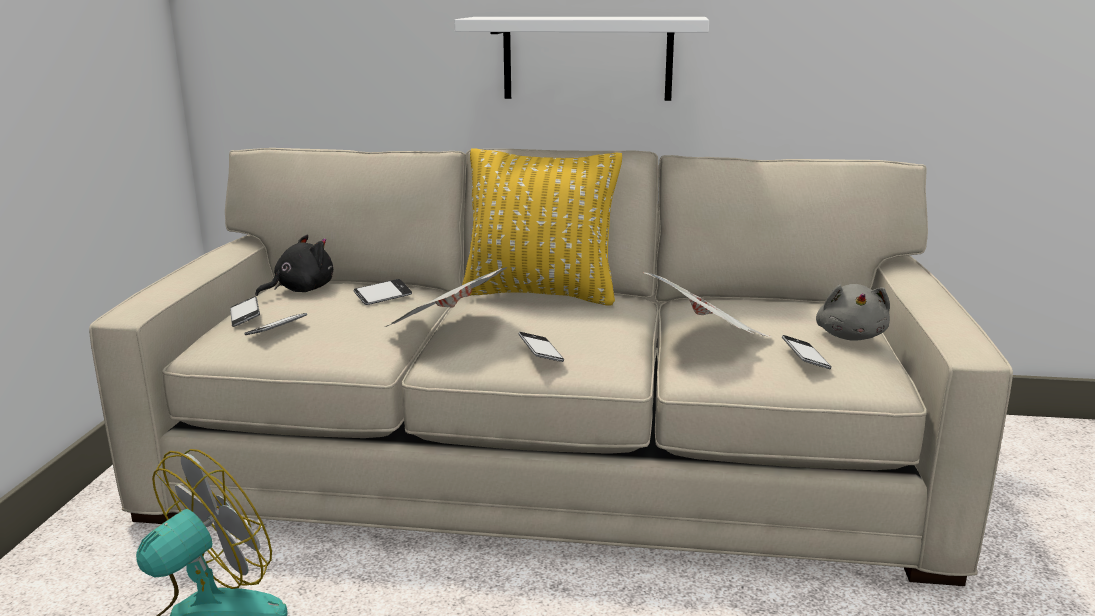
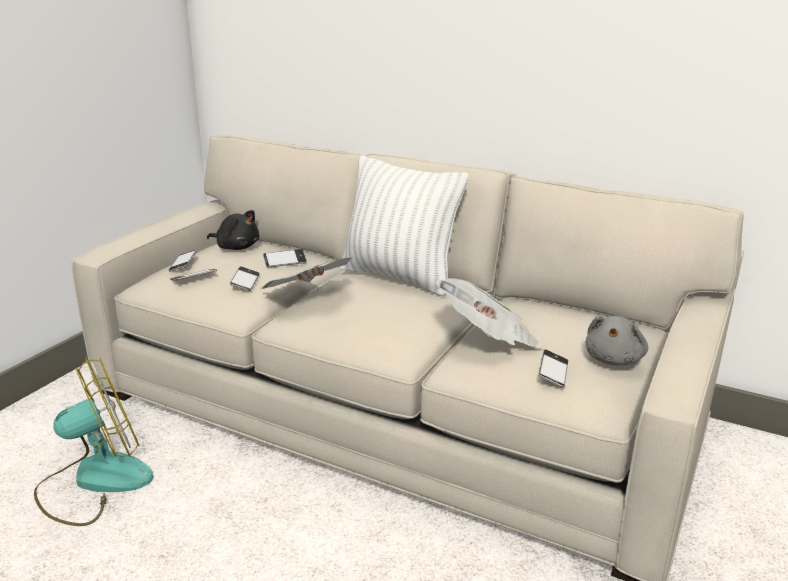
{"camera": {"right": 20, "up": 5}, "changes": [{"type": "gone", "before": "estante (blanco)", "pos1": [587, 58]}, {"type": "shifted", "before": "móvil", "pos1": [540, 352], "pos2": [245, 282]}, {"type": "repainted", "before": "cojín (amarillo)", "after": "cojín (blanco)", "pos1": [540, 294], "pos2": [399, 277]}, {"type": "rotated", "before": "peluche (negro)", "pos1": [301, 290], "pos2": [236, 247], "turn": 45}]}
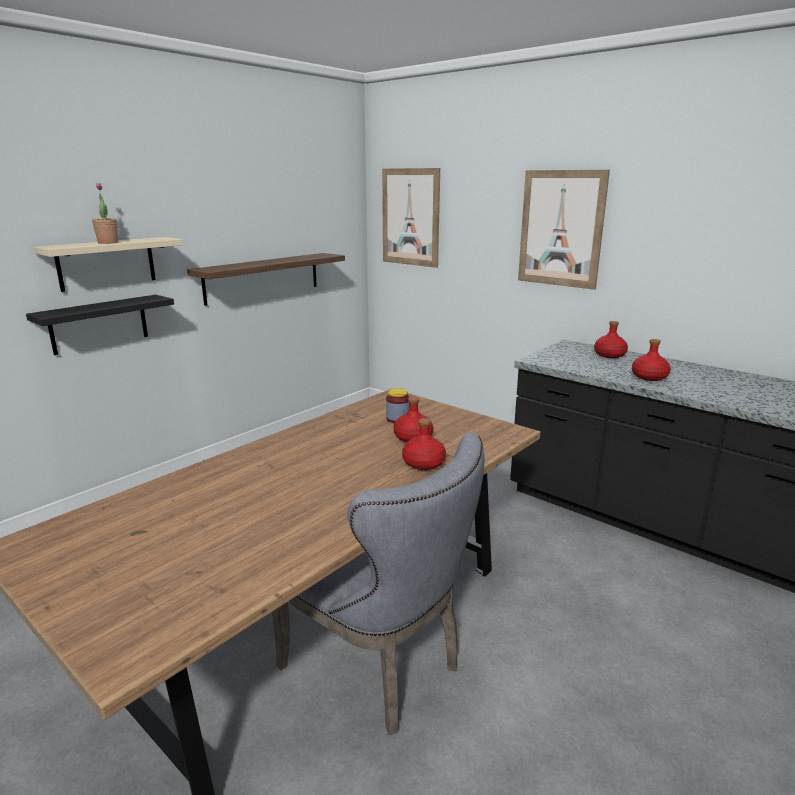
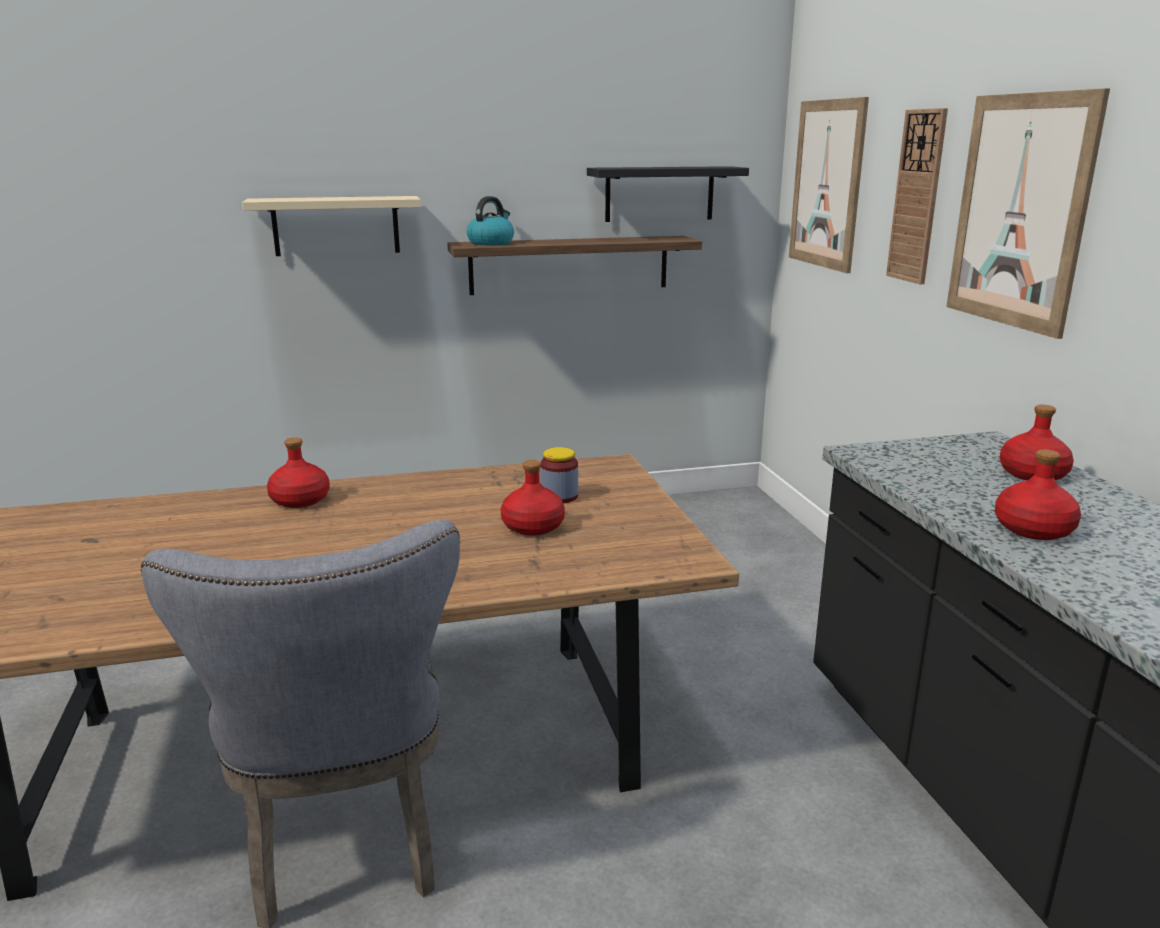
{"camera": {"right": 35, "up": 0}, "changes": [{"type": "gone", "before": "planta en maceta", "pos1": [108, 242]}, {"type": "new", "after": "hervidor", "pos2": [491, 243]}, {"type": "new", "after": "reloj de pared", "pos2": [917, 197]}, {"type": "shifted", "before": "estante (negro)", "pos1": [99, 324], "pos2": [659, 194]}, {"type": "shifted", "before": "botella (rojo)", "pos1": [424, 463], "pos2": [300, 500]}]}
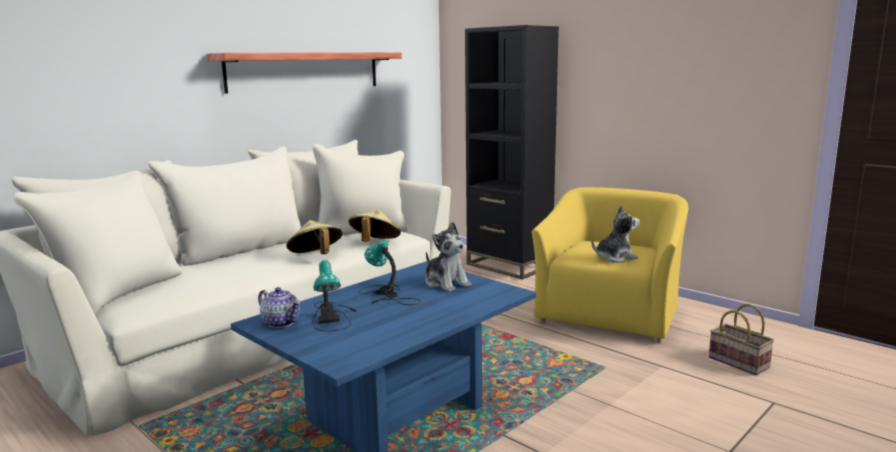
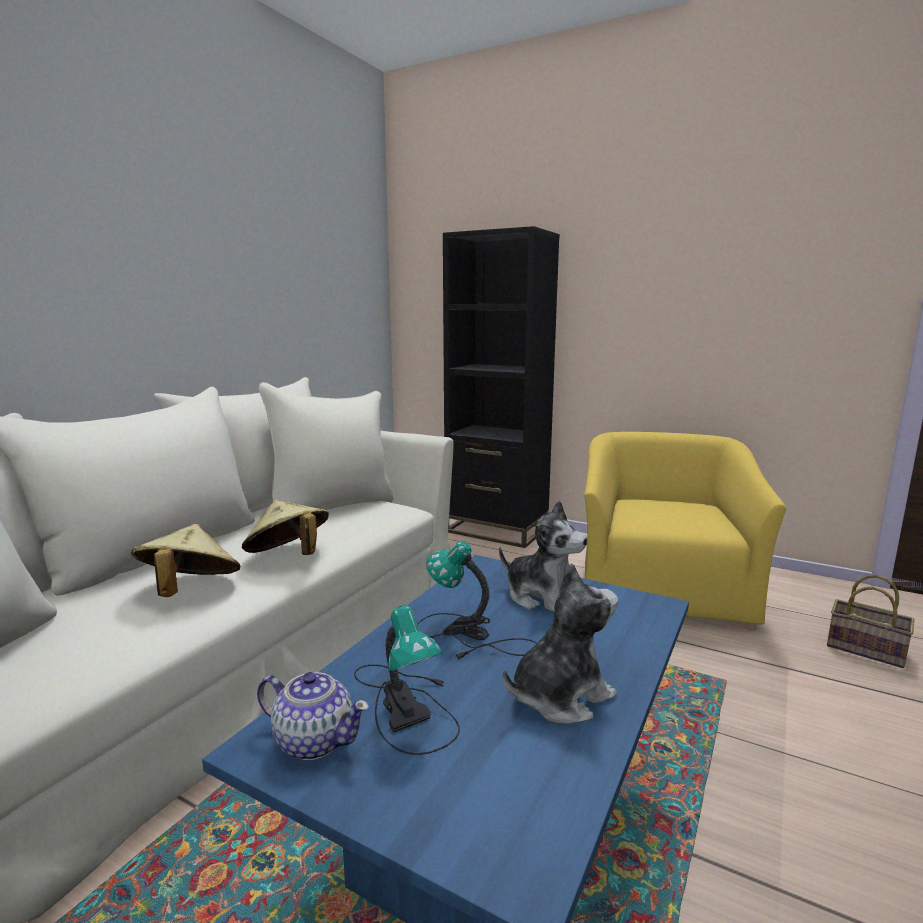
{"camera": {"right": -15, "up": 0}, "changes": [{"type": "gone", "before": "estante", "pos1": [305, 71]}, {"type": "shifted", "before": "sombrero (beis)", "pos1": [374, 243], "pos2": [189, 590]}, {"type": "shifted", "before": "peluche", "pos1": [615, 258], "pos2": [560, 696]}]}
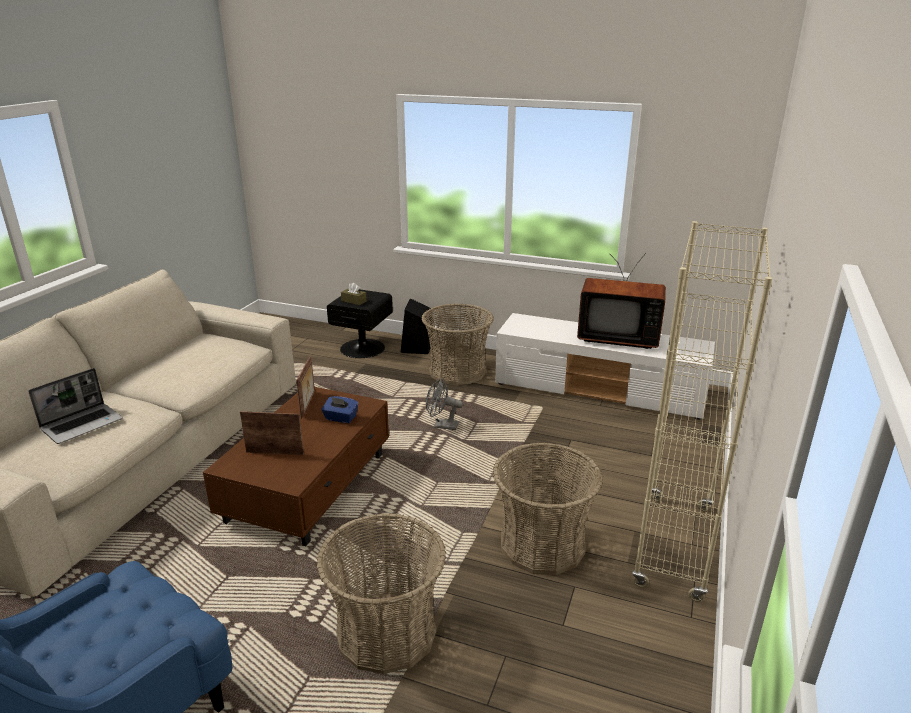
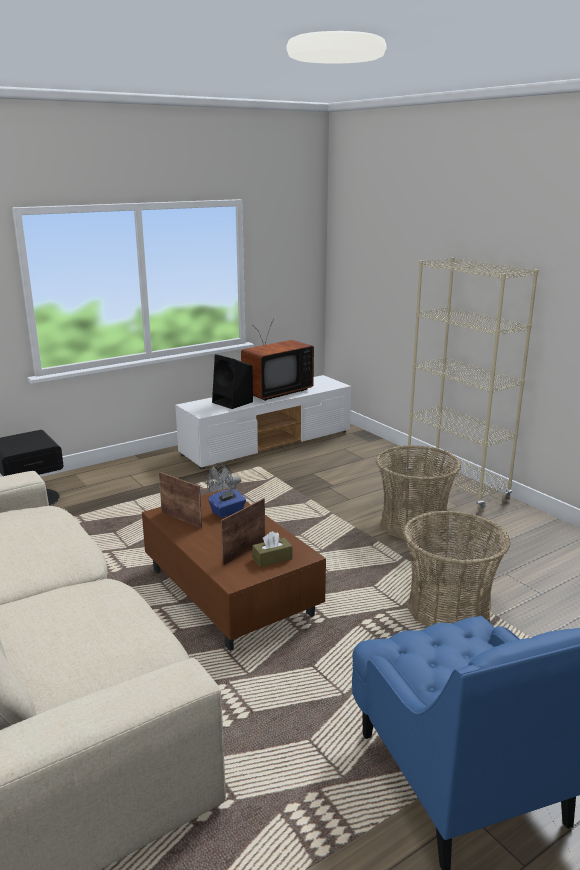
{"camera": {"right": -55, "up": -5}, "changes": [{"type": "gone", "before": "portátil", "pos1": [82, 424]}, {"type": "gone", "before": "cesta", "pos1": [457, 371]}, {"type": "shifted", "before": "caja de pañuelos (marrón)", "pos1": [354, 301], "pos2": [272, 559]}, {"type": "shifted", "before": "altavoz (negro)", "pos1": [417, 348], "pos2": [233, 402]}]}
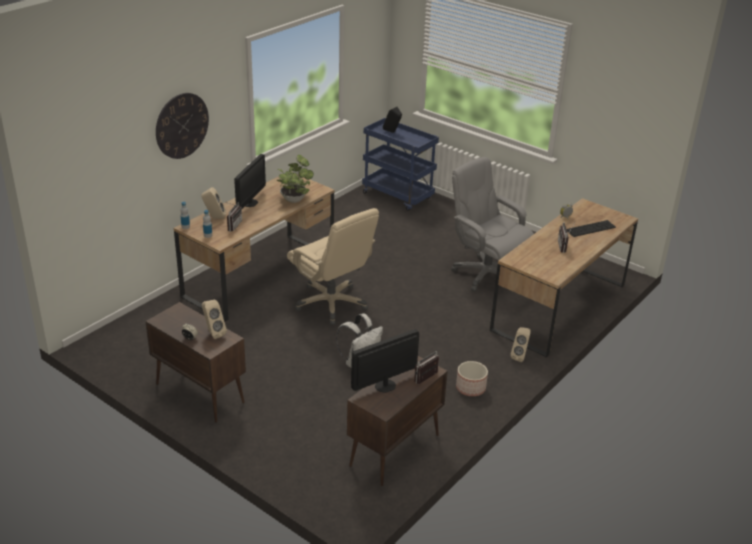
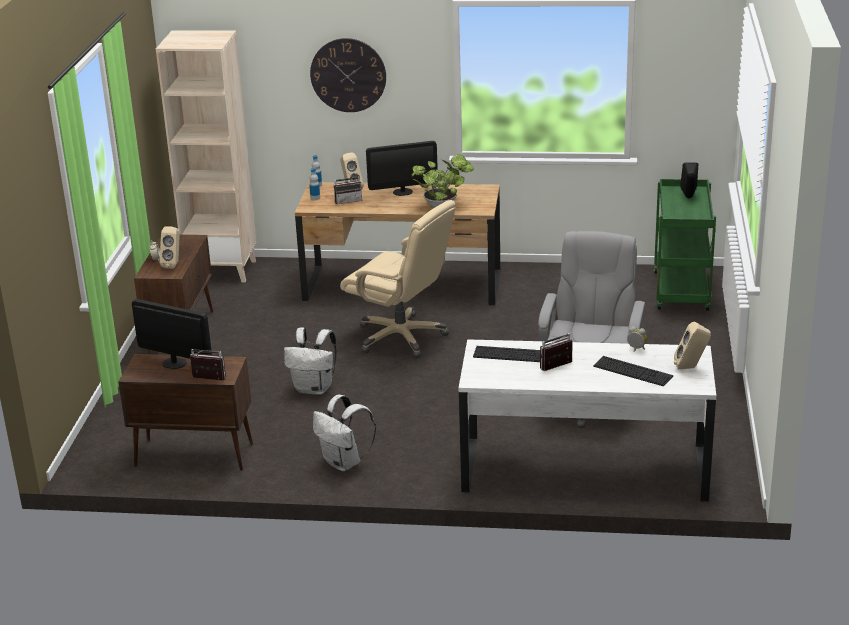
{"camera": {"right": 60, "up": -5}, "changes": [{"type": "new", "after": "estantería (beis)", "pos2": [222, 270]}, {"type": "new", "after": "teclado", "pos2": [512, 354]}, {"type": "shifted", "before": "altavoz (beis)", "pos1": [520, 356], "pos2": [691, 368]}, {"type": "swapped", "before": "maceta", "after": "mochila (blanco)", "pos1": [470, 388], "pos2": [344, 463]}, {"type": "repainted", "before": "carrito (azul)", "after": "carrito (verde)", "pos1": [398, 196], "pos2": [682, 293]}, {"type": "repainted", "before": "escritorio (marrón)", "after": "escritorio (blanco)", "pos1": [559, 307], "pos2": [584, 469]}, {"type": "rotated", "before": "silla de oficina (beis)", "pos1": [331, 303], "pos2": [402, 337], "turn": -75}]}
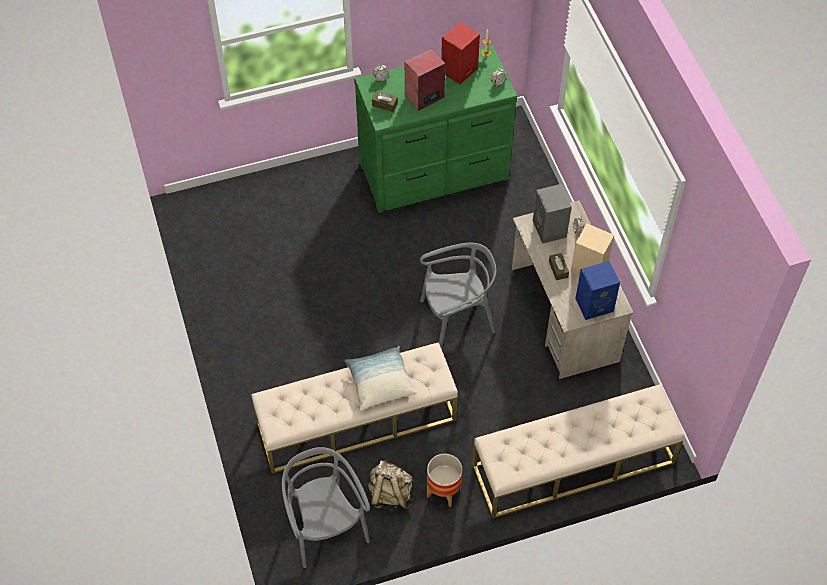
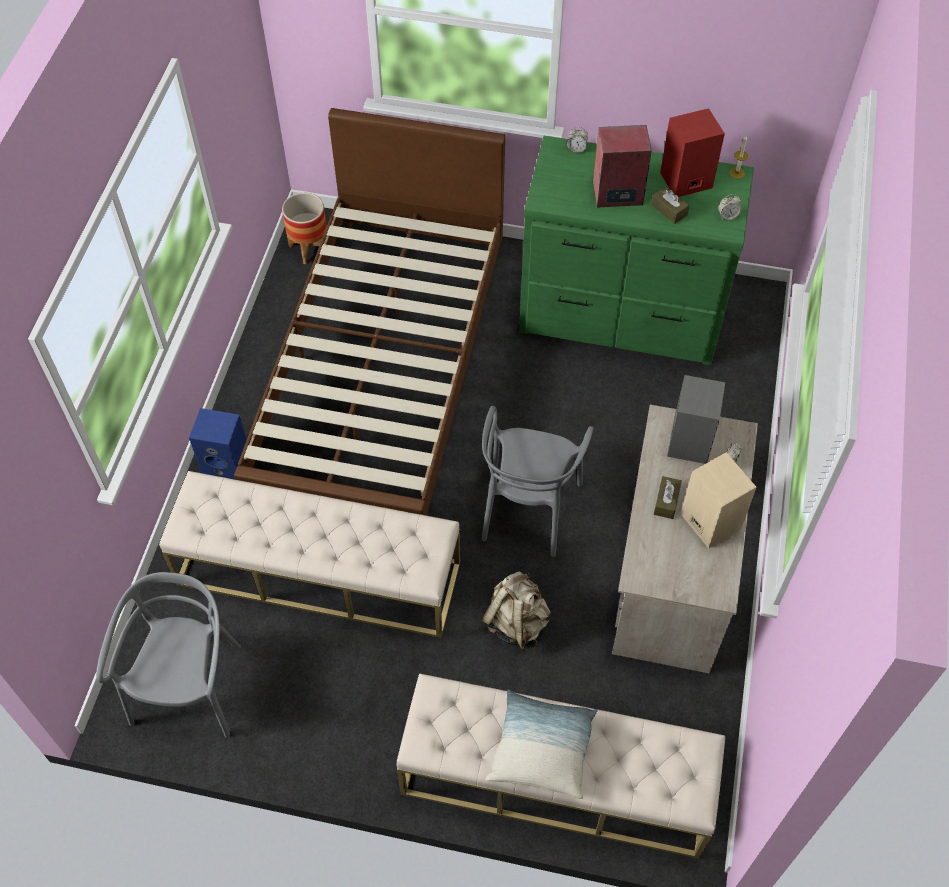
{"camera": {"right": 30, "up": 0}, "changes": [{"type": "new", "after": "cama (marrón)", "pos2": [382, 374]}, {"type": "shifted", "before": "cojín", "pos1": [380, 382], "pos2": [541, 750]}, {"type": "shifted", "before": "mochila (beis)", "pos1": [390, 494], "pos2": [516, 622]}, {"type": "shifted", "before": "caja de pañuelos (marrón)", "pos1": [384, 104], "pos2": [669, 210]}, {"type": "shifted", "before": "maceta", "pos1": [443, 491], "pos2": [309, 248]}, {"type": "shifted", "before": "altavoz (azul)", "pos1": [594, 304], "pos2": [227, 464]}, {"type": "rotated", "before": "silla (gris)", "pos1": [457, 319], "pos2": [528, 508], "turn": 90}]}
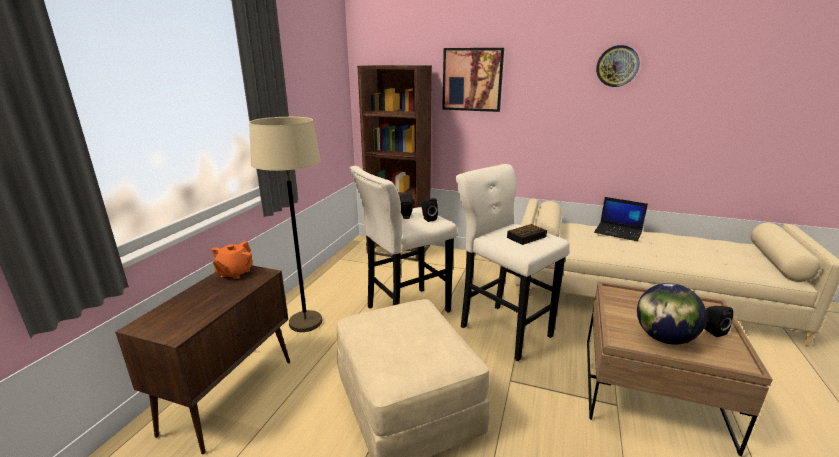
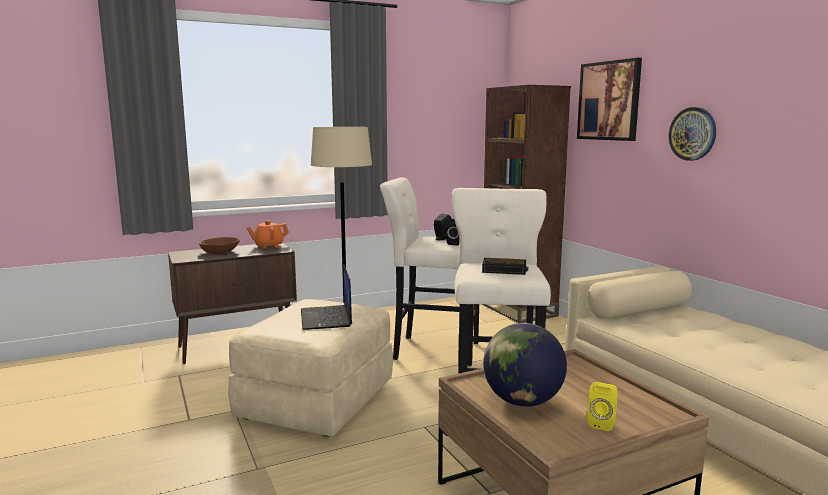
{"camera": {"right": 45, "up": -10}, "changes": [{"type": "new", "after": "cuenco (marrón)", "pos2": [220, 252]}, {"type": "shifted", "before": "portátil", "pos1": [618, 232], "pos2": [326, 318]}, {"type": "shifted", "before": "reloj de pared", "pos1": [617, 66], "pos2": [692, 134]}, {"type": "repainted", "before": "altavoz (negro)", "after": "altavoz (amarillo)", "pos1": [712, 331], "pos2": [602, 423]}]}
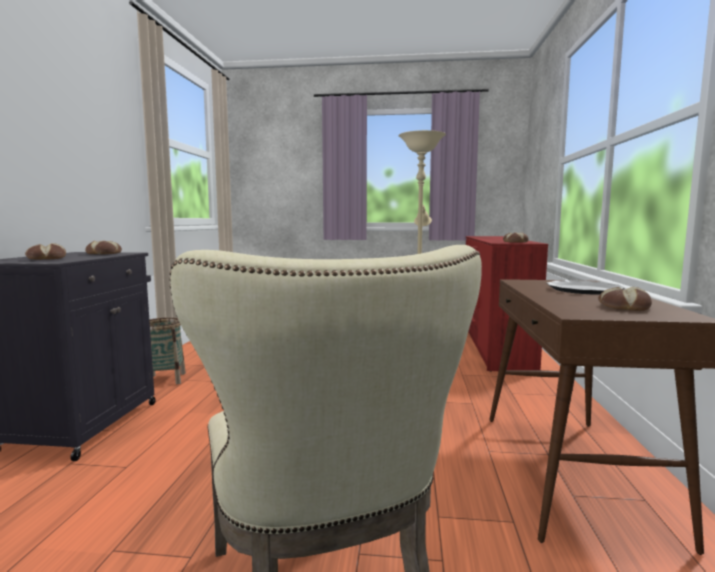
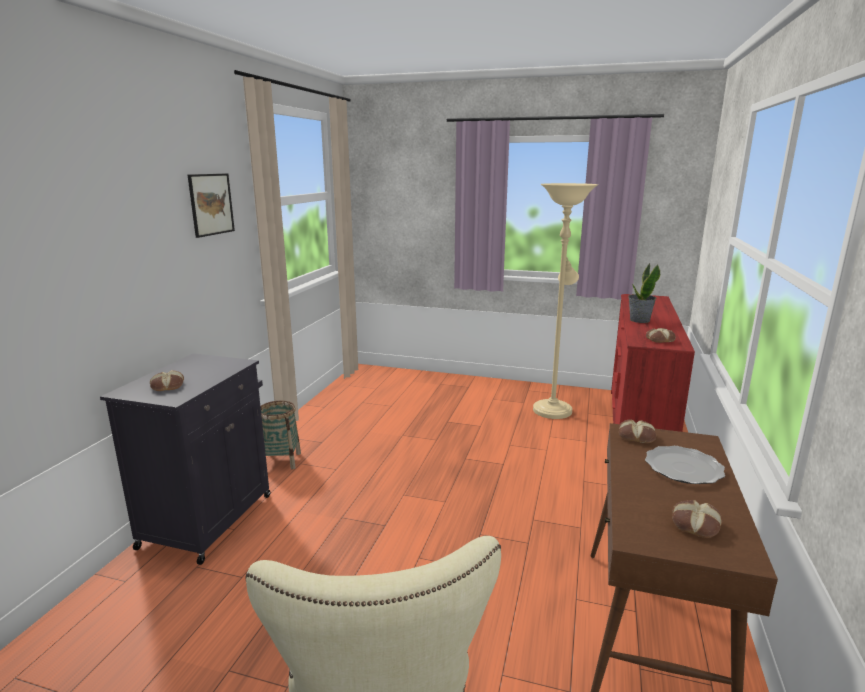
{"camera": {"right": 10, "up": 10}, "changes": [{"type": "new", "after": "cuadro", "pos2": [211, 204]}, {"type": "new", "after": "planta en maceta", "pos2": [639, 320]}, {"type": "shifted", "before": "pan", "pos1": [104, 253], "pos2": [636, 436]}]}
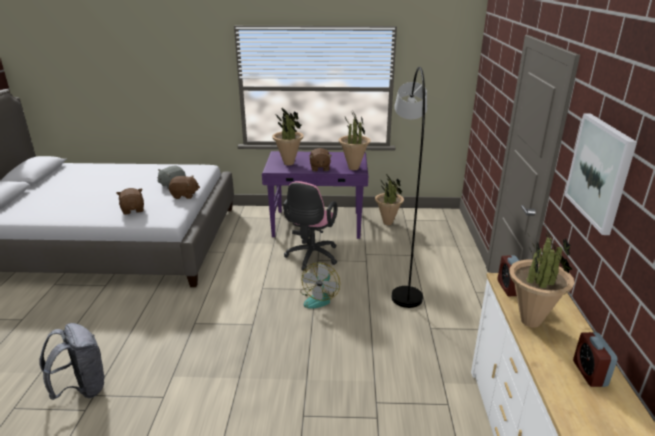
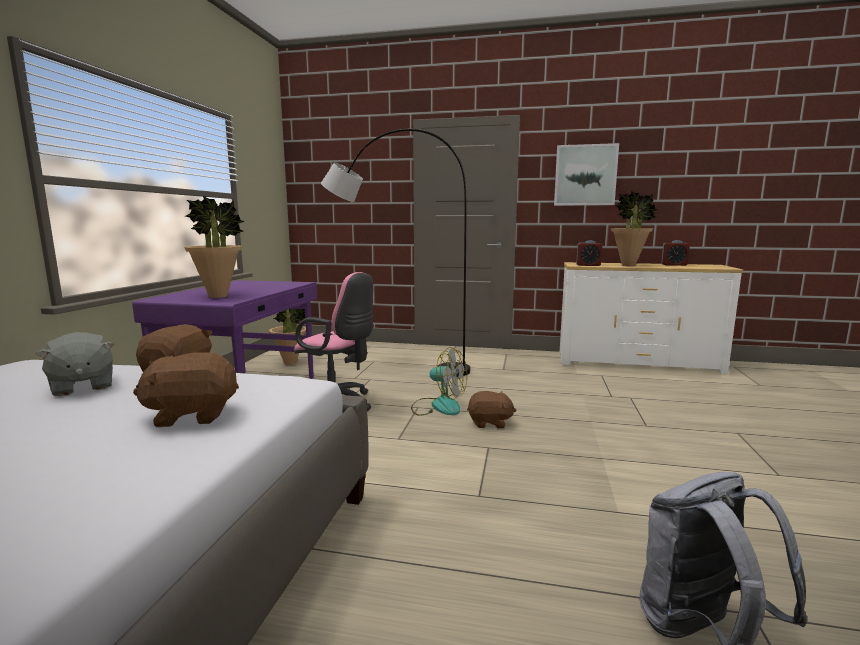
{"camera": {"right": -80, "up": -15}, "changes": [{"type": "gone", "before": "planta en maceta", "pos1": [353, 168]}, {"type": "shifted", "before": "peluche (marrón)", "pos1": [319, 168], "pos2": [490, 423]}]}
